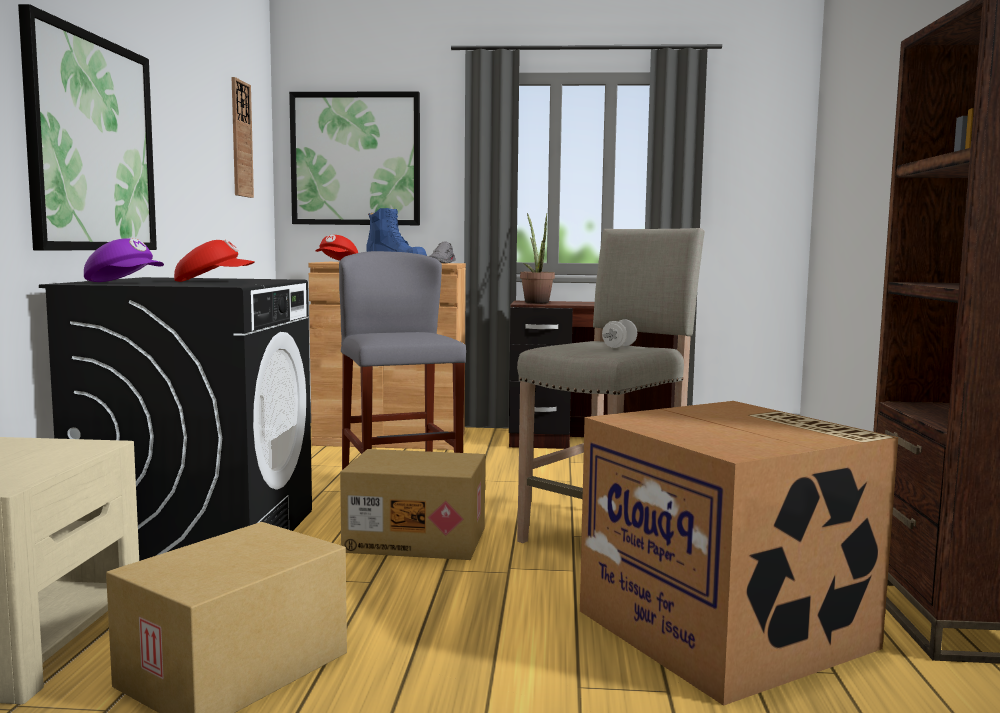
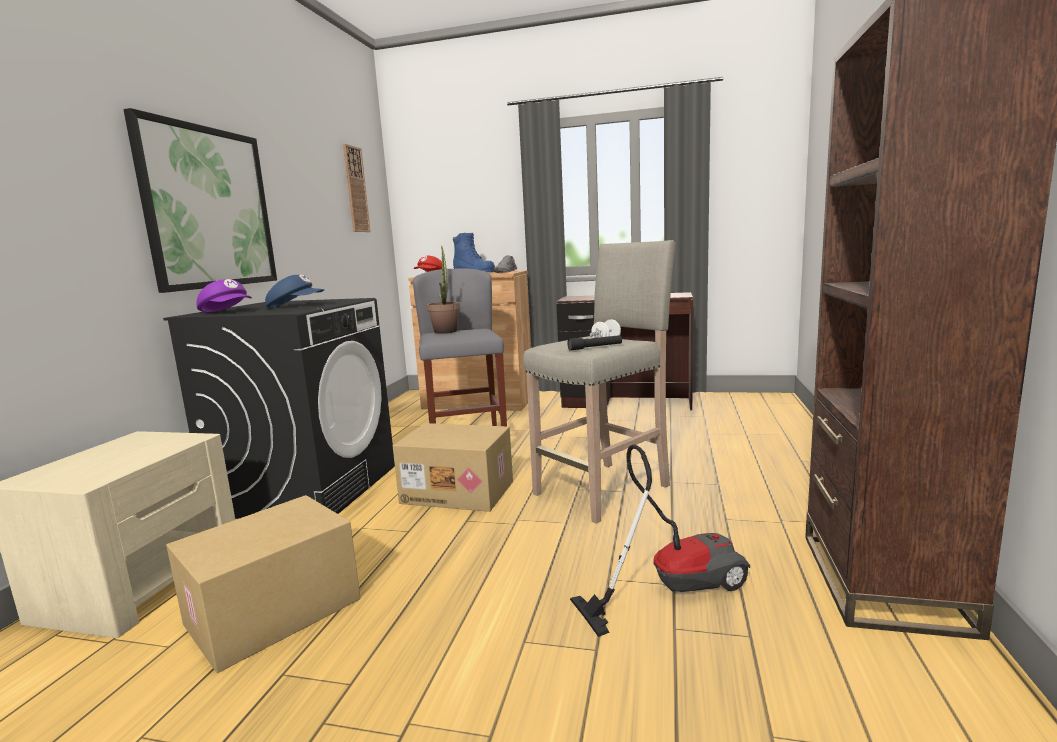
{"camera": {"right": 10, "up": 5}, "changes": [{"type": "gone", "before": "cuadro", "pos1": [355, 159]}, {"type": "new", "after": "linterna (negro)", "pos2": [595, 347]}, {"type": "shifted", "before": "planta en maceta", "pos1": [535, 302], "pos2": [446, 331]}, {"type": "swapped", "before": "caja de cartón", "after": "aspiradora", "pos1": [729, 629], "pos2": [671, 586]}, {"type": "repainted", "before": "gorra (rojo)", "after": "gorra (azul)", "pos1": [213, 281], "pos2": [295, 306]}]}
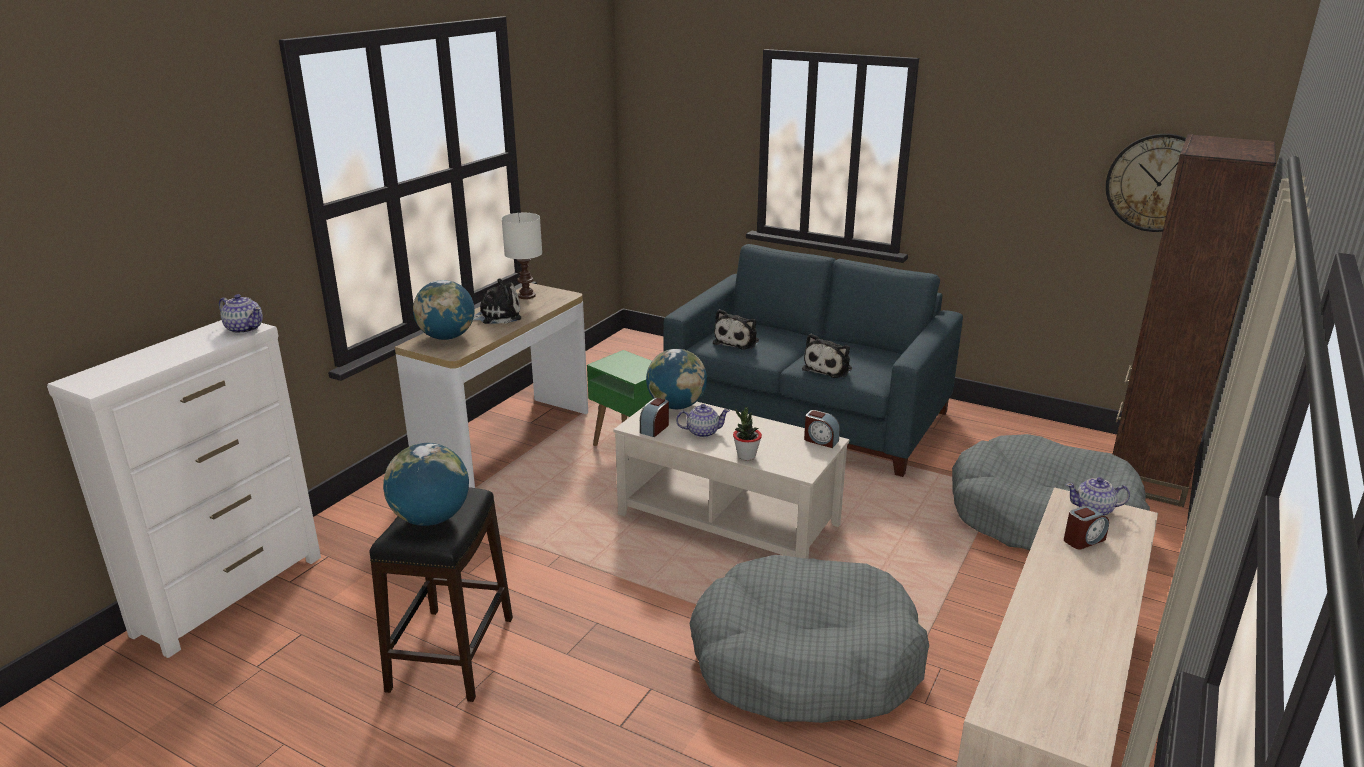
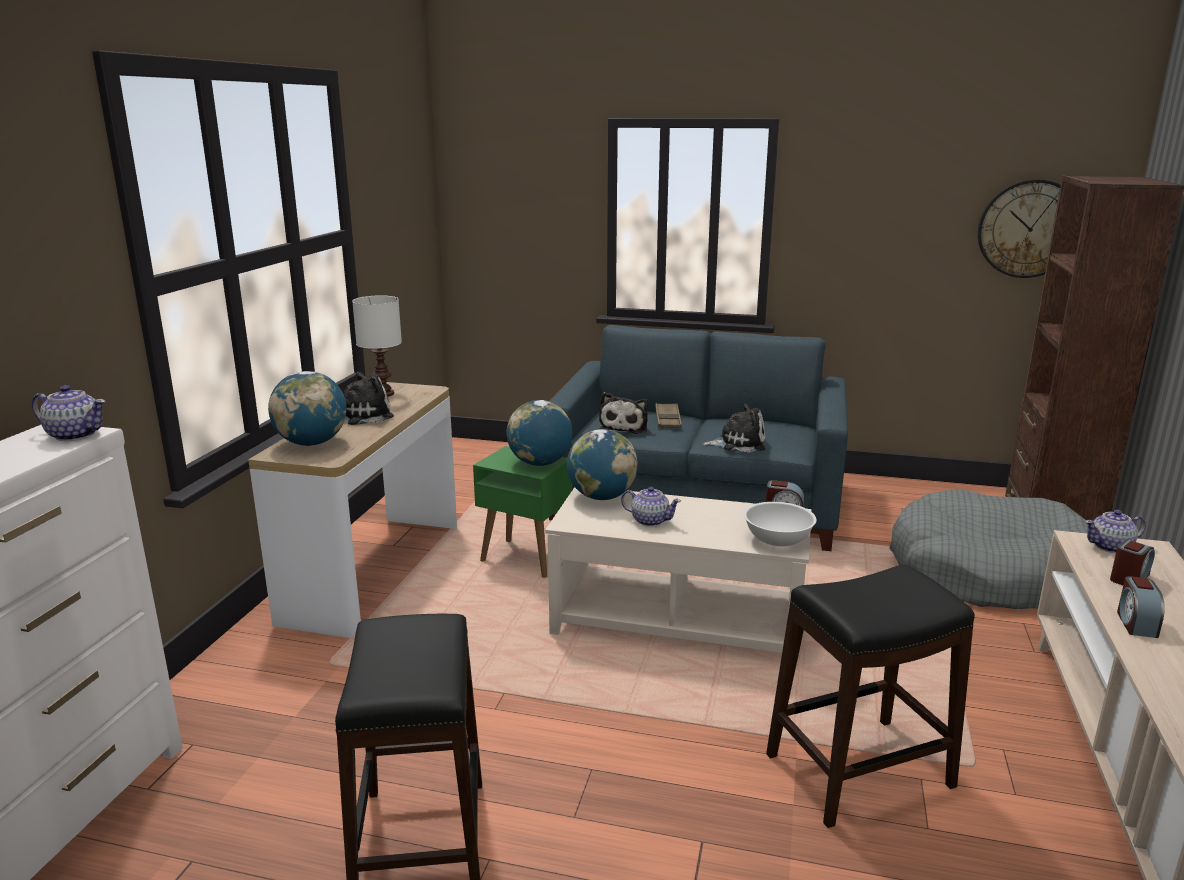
{"camera": {"right": -15, "up": -5}, "changes": [{"type": "gone", "before": "planta en maceta", "pos1": [746, 456]}, {"type": "new", "after": "bandeja (marrón)", "pos2": [668, 419]}, {"type": "new", "after": "cuenco (blanco)", "pos2": [778, 539]}, {"type": "shifted", "before": "globo terráqueo", "pos1": [431, 519], "pos2": [540, 463]}, {"type": "shifted", "before": "despertador", "pos1": [654, 428], "pos2": [1136, 623]}, {"type": "swapped", "before": "cama para perro (gris)", "after": "taburete (negro)", "pos1": [804, 661], "pos2": [857, 770]}, {"type": "rotated", "before": "tetera", "pos1": [702, 432], "pos2": [650, 521], "turn": 45}, {"type": "rotated", "before": "peluche", "pos1": [829, 368], "pos2": [738, 443], "turn": -105}]}
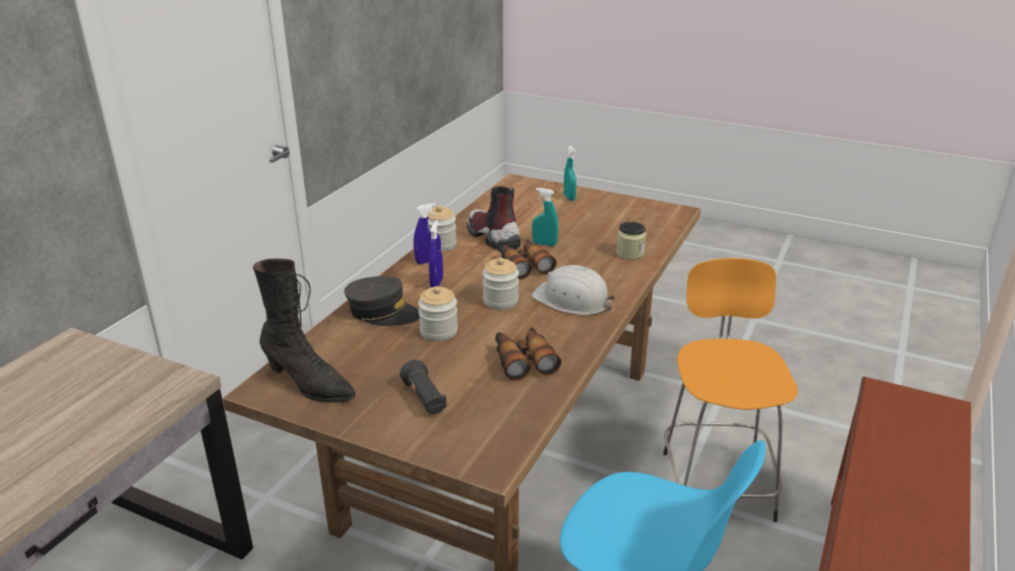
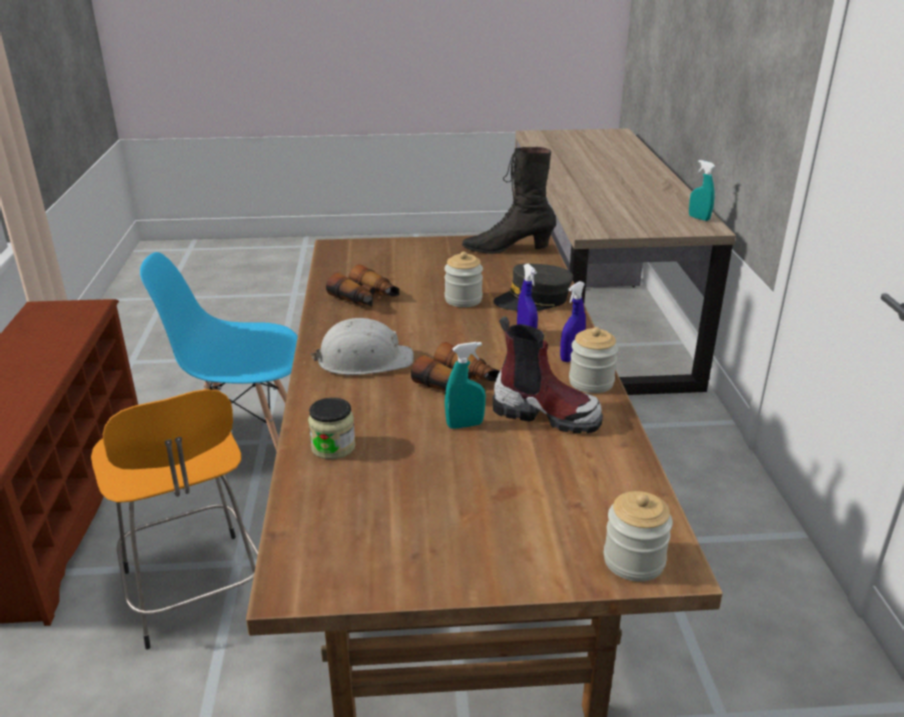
{"camera": {"right": 150, "up": 0}, "changes": [{"type": "gone", "before": "linterna (negro)", "pos1": [424, 399]}, {"type": "shifted", "before": "tarro", "pos1": [500, 301], "pos2": [633, 561]}, {"type": "shifted", "before": "pulverizador (turquesa)", "pos1": [569, 197], "pos2": [699, 218]}]}
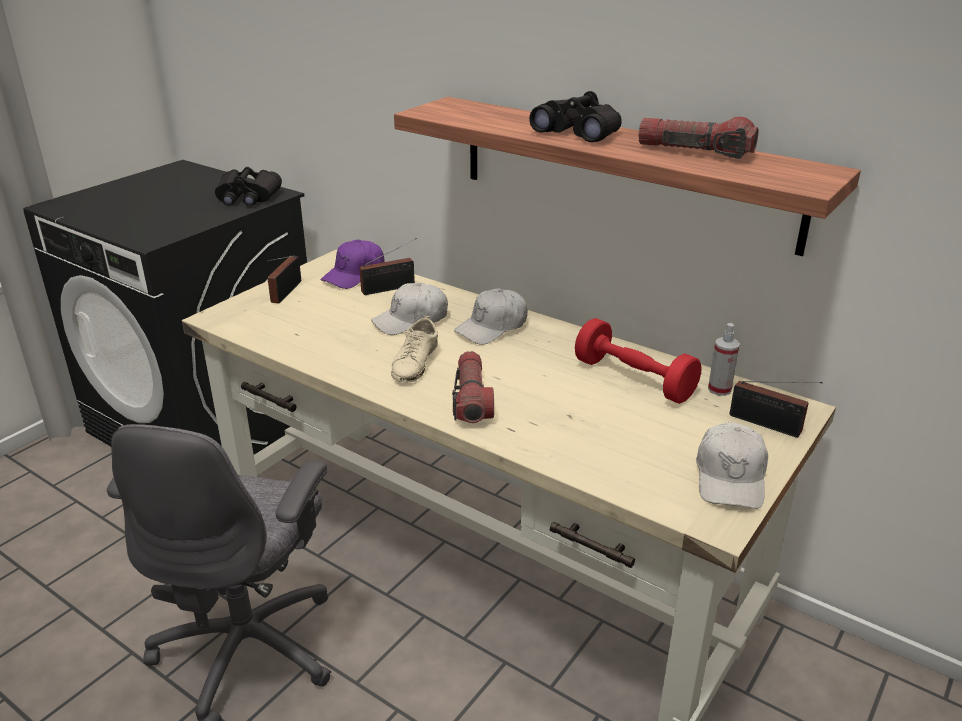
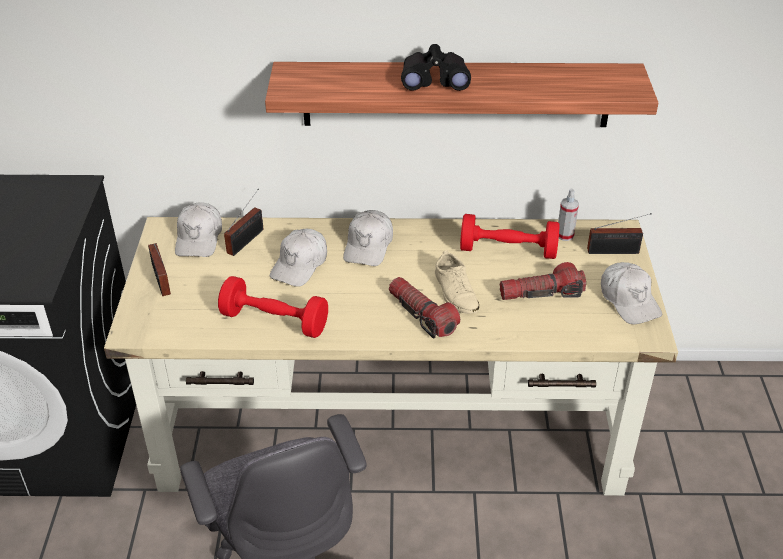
{"camera": {"right": -35, "up": 10}, "changes": [{"type": "gone", "before": "prismáticos (negro)", "pos1": [247, 197]}, {"type": "new", "after": "mancuerna (rojo)", "pos2": [274, 321]}, {"type": "shifted", "before": "zapato (beis)", "pos1": [415, 362], "pos2": [455, 292]}, {"type": "shifted", "before": "linterna", "pos1": [695, 152], "pos2": [541, 294]}, {"type": "repainted", "before": "gorra (morado)", "after": "gorra (blanco)", "pos1": [354, 275], "pos2": [199, 238]}]}
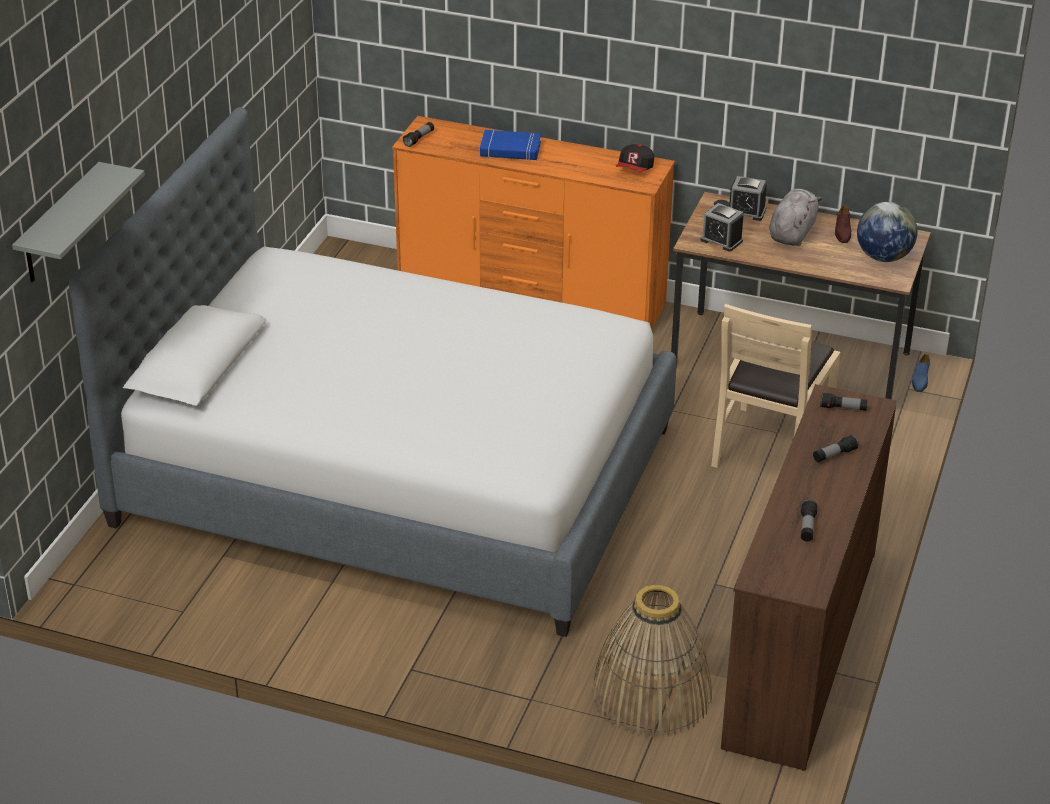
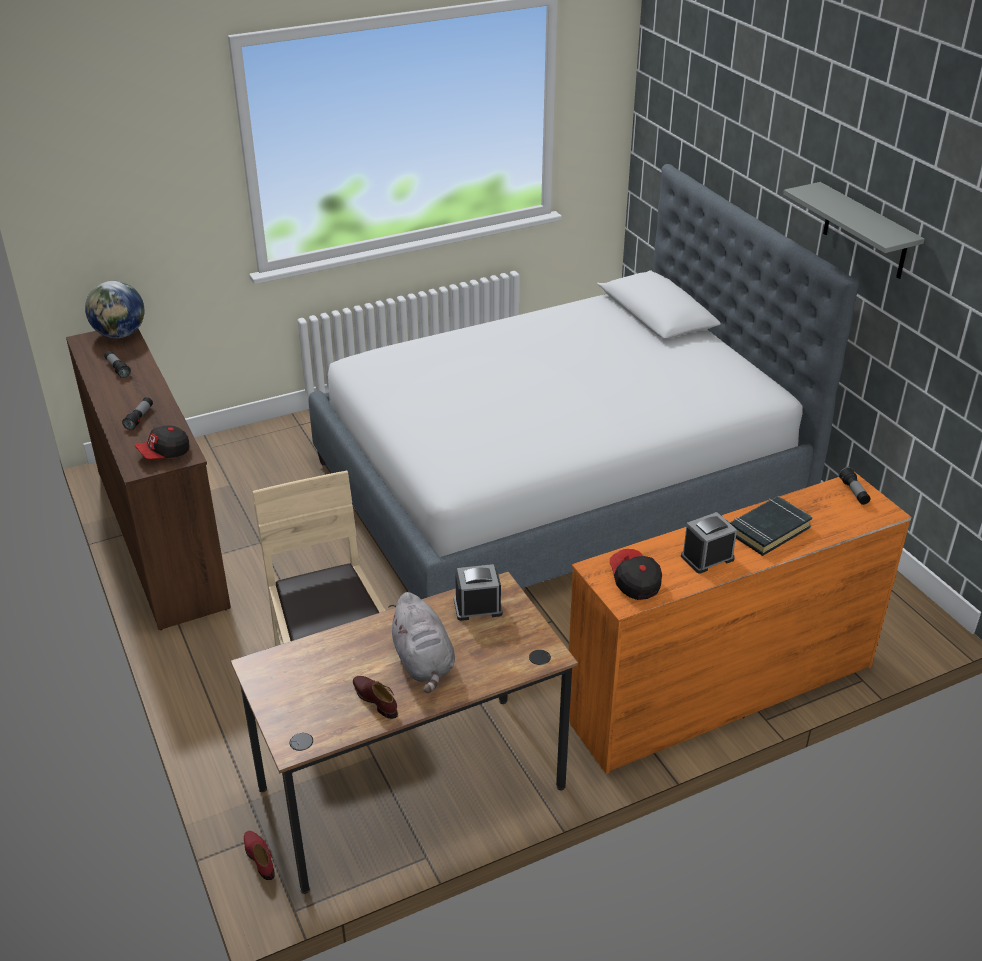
{"camera": {"right": 135, "up": 0}, "changes": [{"type": "gone", "before": "cesta", "pos1": [651, 694]}, {"type": "shifted", "before": "estante (gris)", "pos1": [60, 225], "pos2": [865, 232]}, {"type": "shifted", "before": "despertador", "pos1": [746, 212], "pos2": [707, 558]}, {"type": "shifted", "before": "globo terráqueo", "pos1": [883, 257], "pos2": [120, 334]}, {"type": "swapped", "before": "linterna", "after": "gorra", "pos1": [843, 408], "pos2": [164, 453]}, {"type": "repainted", "before": "libro (azul)", "after": "libro (negro)", "pos1": [510, 150], "pos2": [768, 530]}, {"type": "repainted", "before": "zapato (azul)", "after": "zapato (rojo)", "pos1": [920, 380], "pos2": [259, 857]}]}
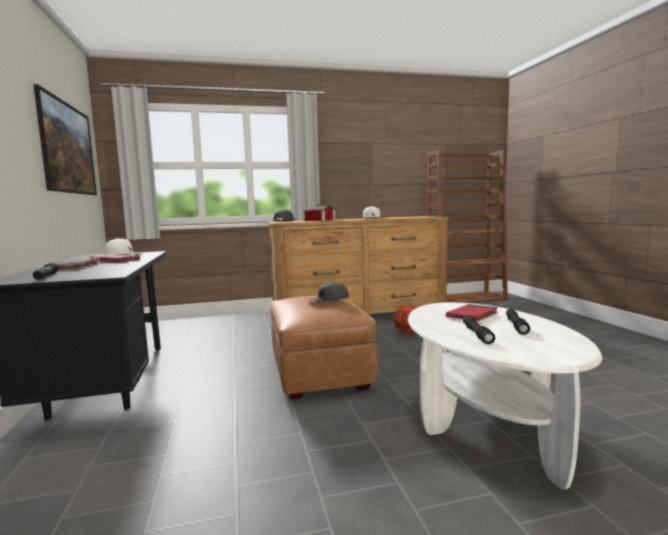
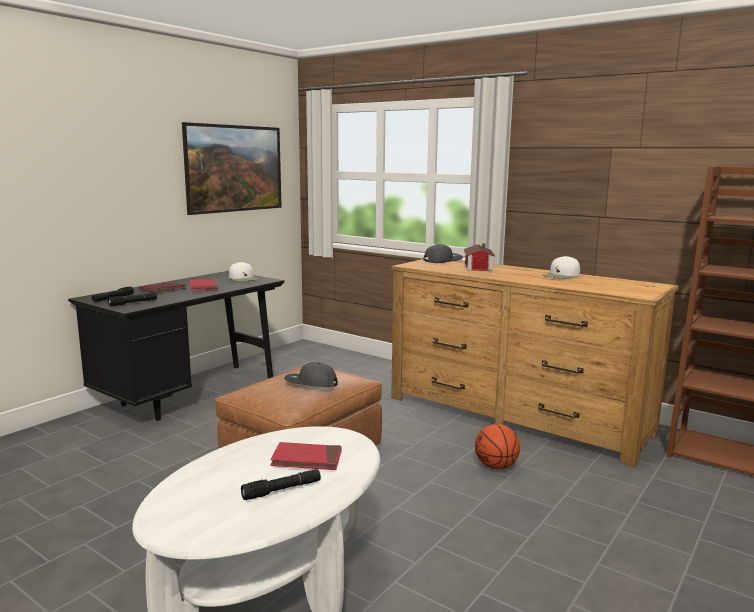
{"camera": {"right": 50, "up": 5}, "changes": [{"type": "shifted", "before": "linterna (negro)", "pos1": [476, 334], "pos2": [133, 303]}]}
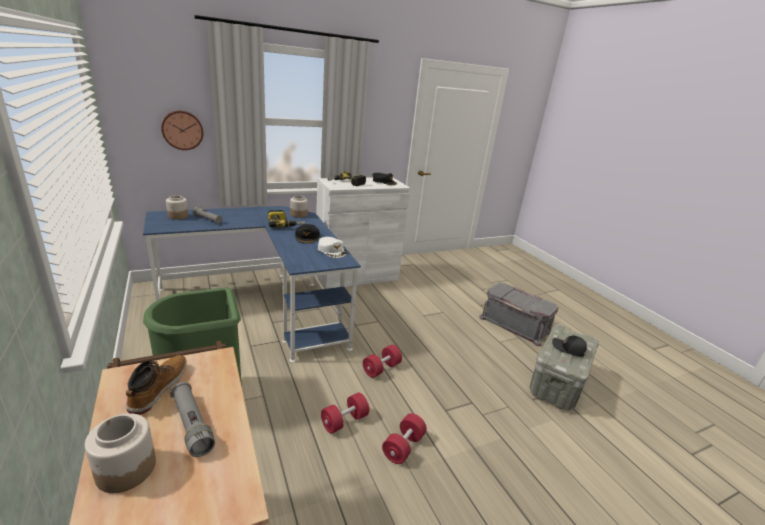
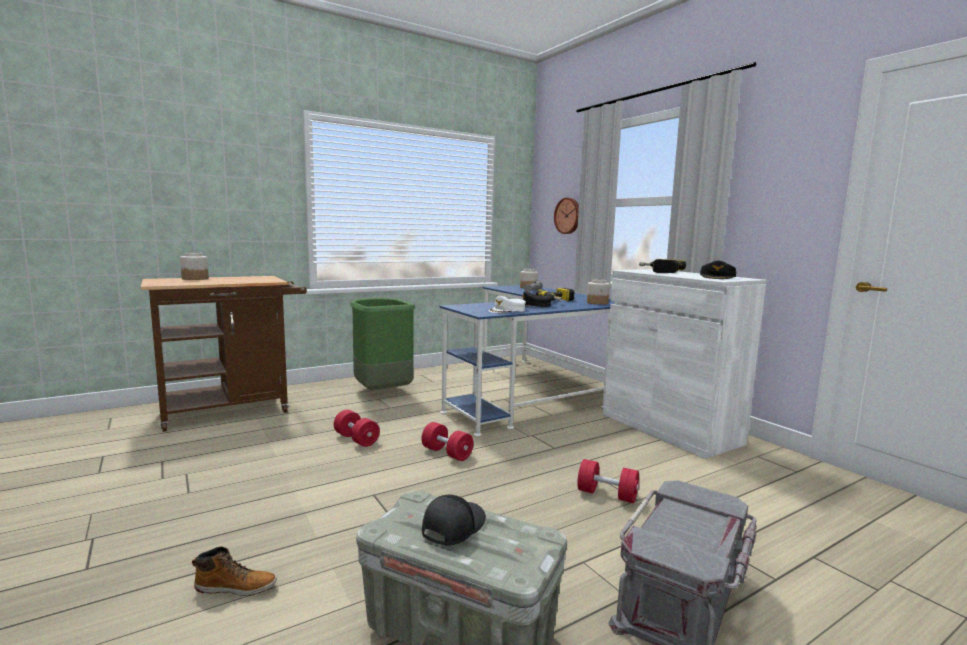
{"camera": {"right": 85, "up": -15}, "changes": [{"type": "gone", "before": "linterna (gris)", "pos1": [192, 425]}, {"type": "shifted", "before": "bota", "pos1": [158, 388], "pos2": [236, 587]}, {"type": "shifted", "before": "mancuerna (rojo)", "pos1": [403, 446], "pos2": [607, 495]}]}
